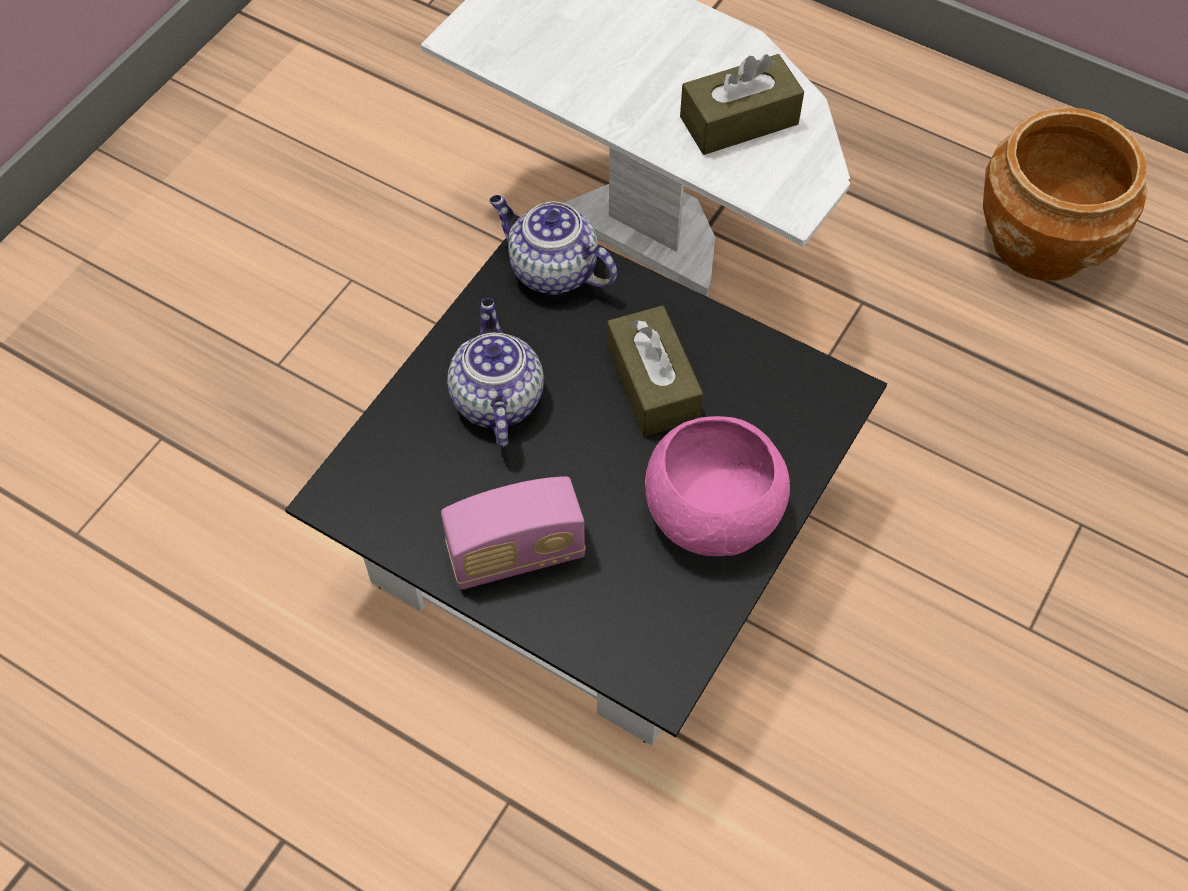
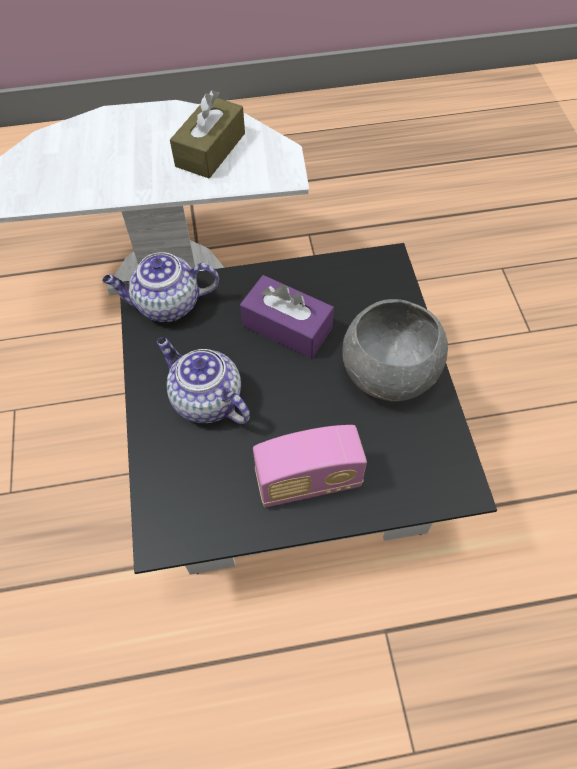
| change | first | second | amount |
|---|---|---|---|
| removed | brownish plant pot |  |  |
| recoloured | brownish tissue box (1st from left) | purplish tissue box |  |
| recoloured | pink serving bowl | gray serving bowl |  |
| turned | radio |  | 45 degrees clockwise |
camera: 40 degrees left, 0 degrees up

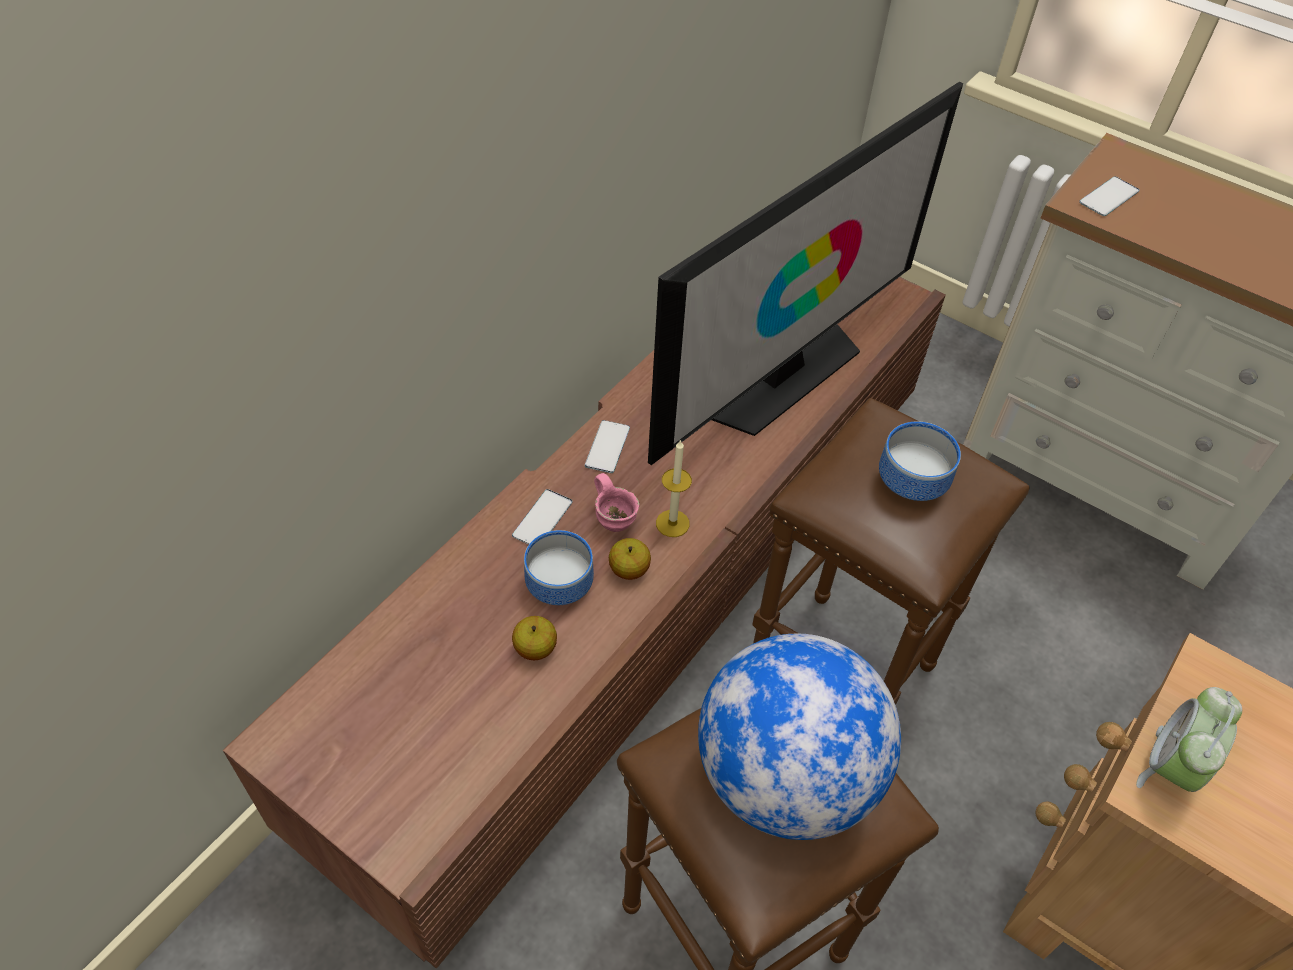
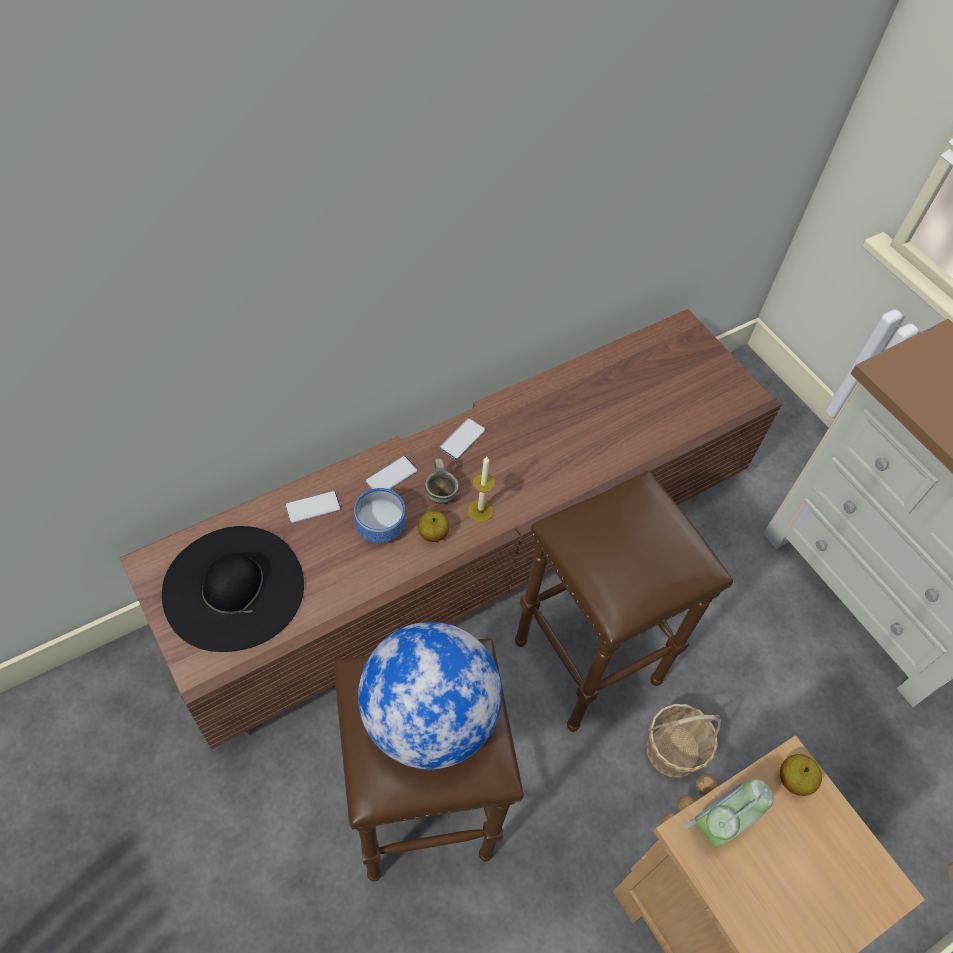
| change | first | second | amount |
|---|---|---|---|
| removed | television |  |  |
| moved | phone (3rd from left in the first image) | phone (1st from left) |  |
| removed | serving bowl (2nd from left) |  |  |
| recoloured | pink tea mug | gray tea mug |  |
| moved | whole apple (1st from left in the first image) | whole apple (2nd from left) |  |
| added |  | blackish clothing hat |  |
| added |  | household basket |  |
camera: 20 degrees right, 5 degrees up

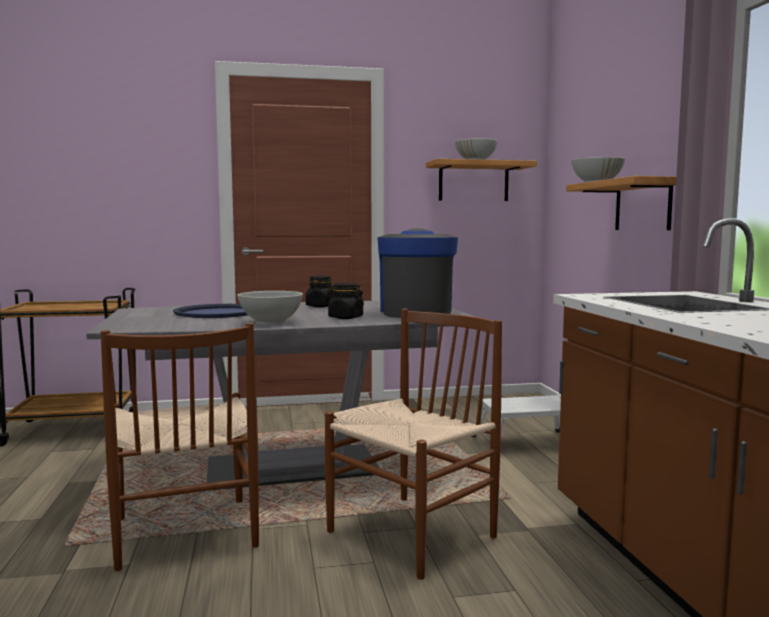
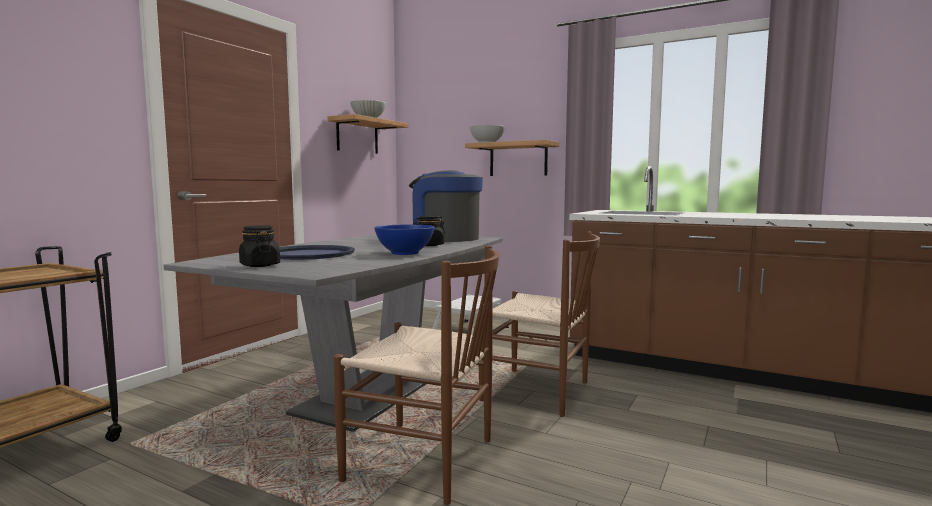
| change | first | second | amount |
|---|---|---|---|
| moved | blackish jar (1st from left) |  |  |
| recoloured | white serving bowl (1st from left) | blue serving bowl |  |
| turned | brownish plain chair (2nd from left) |  | 120 degrees clockwise |
camera: 50 degrees left, 0 degrees up

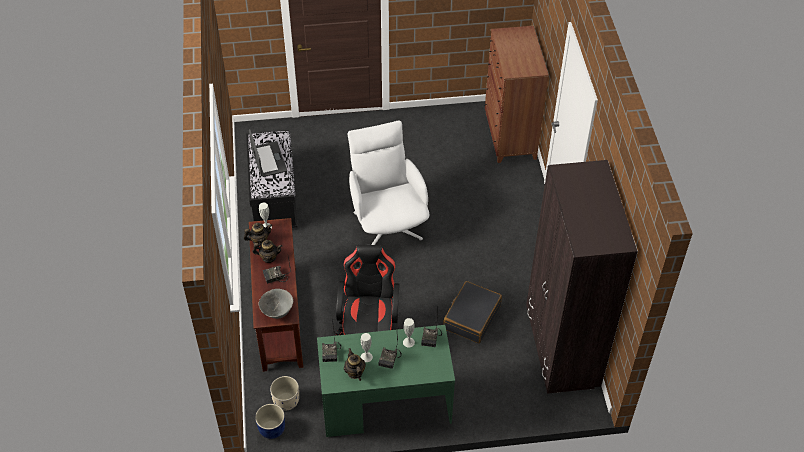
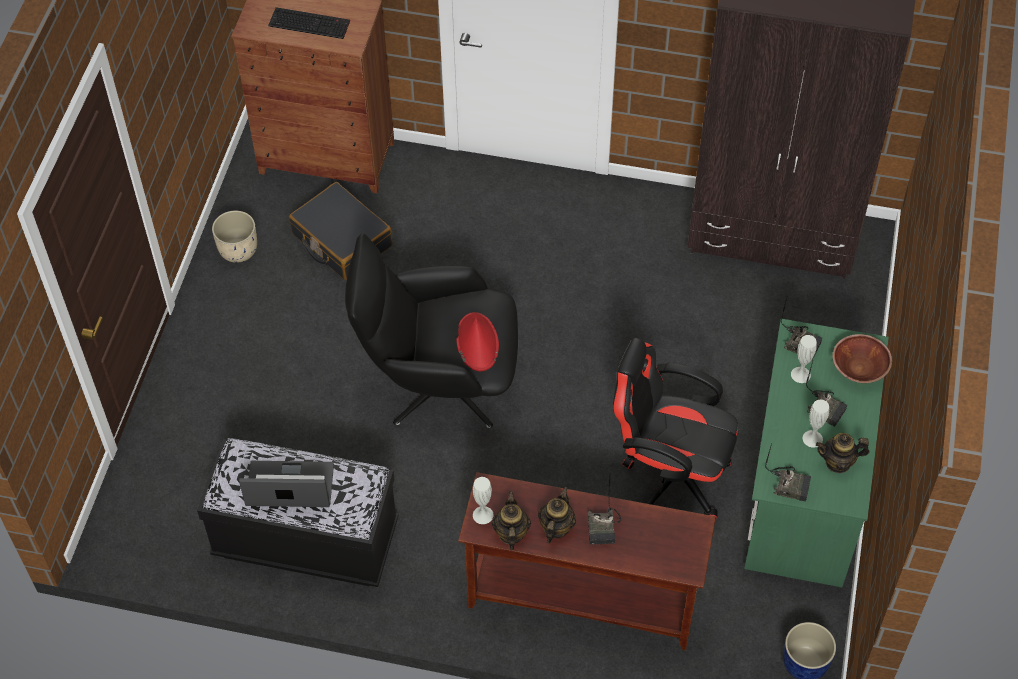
| change | first | second | amount |
|---|---|---|---|
| recoloured | white armchair | blackish armchair |  |
| moved | blackish travel case |  |  |
| removed | gray serving bowl |  |  |
| moved | beige-coloured plant pot |  |  |
| added |  | computer keyboard |  |
| added |  | red-coloured clothing hat |  |
| added |  | brownish serving bowl |  |
camera: 70 degrees left, 5 degrees up

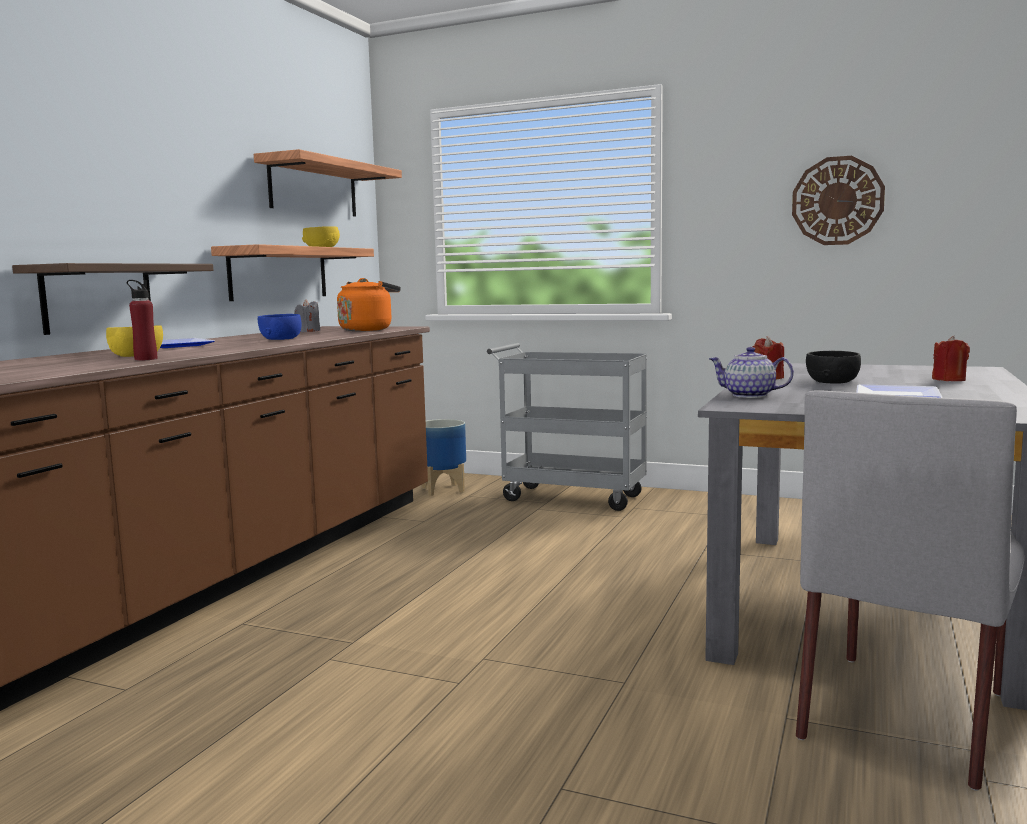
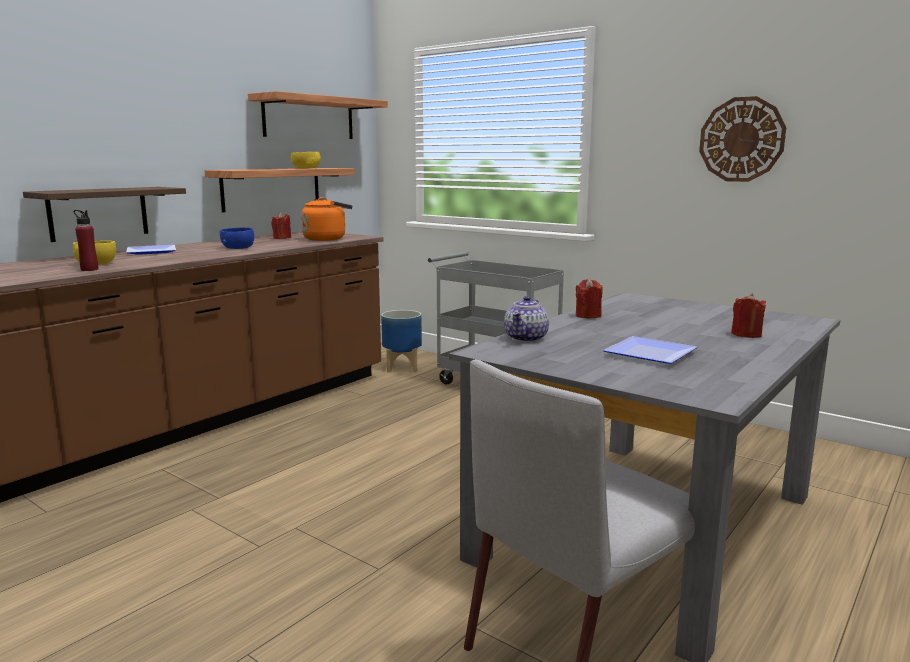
| change | first | second | amount |
|---|---|---|---|
| recoloured | gray candle | red-coloured candle (1st from left) |  |
| turned | teapot |  | 105 degrees counterclockwise |
| removed | blackish serving bowl |  |  |
camera: 15 degrees right, 5 degrees up

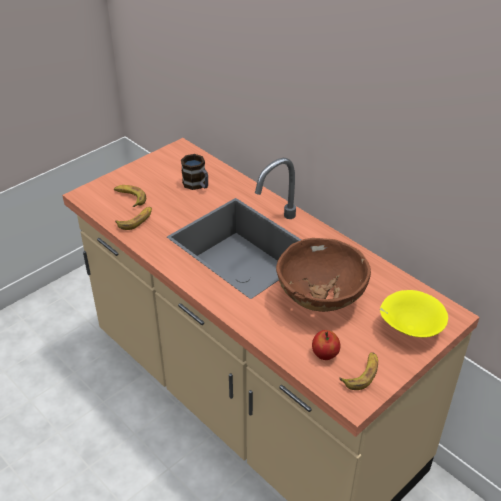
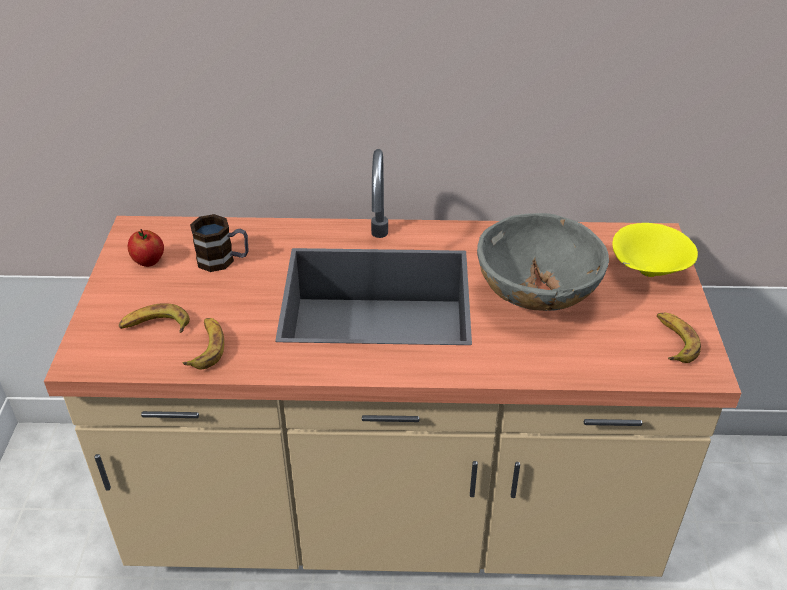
| change | first | second | amount |
|---|---|---|---|
| recoloured | brownish serving bowl | gray serving bowl |  |
| moved | whole apple |  |  |
camera: 45 degrees left, 0 degrees up

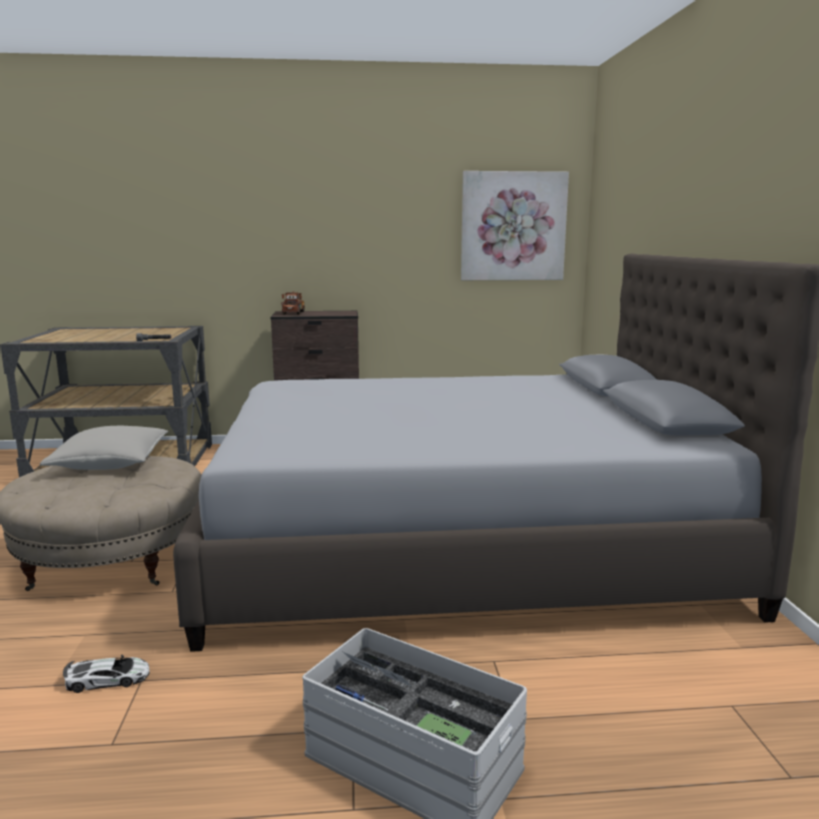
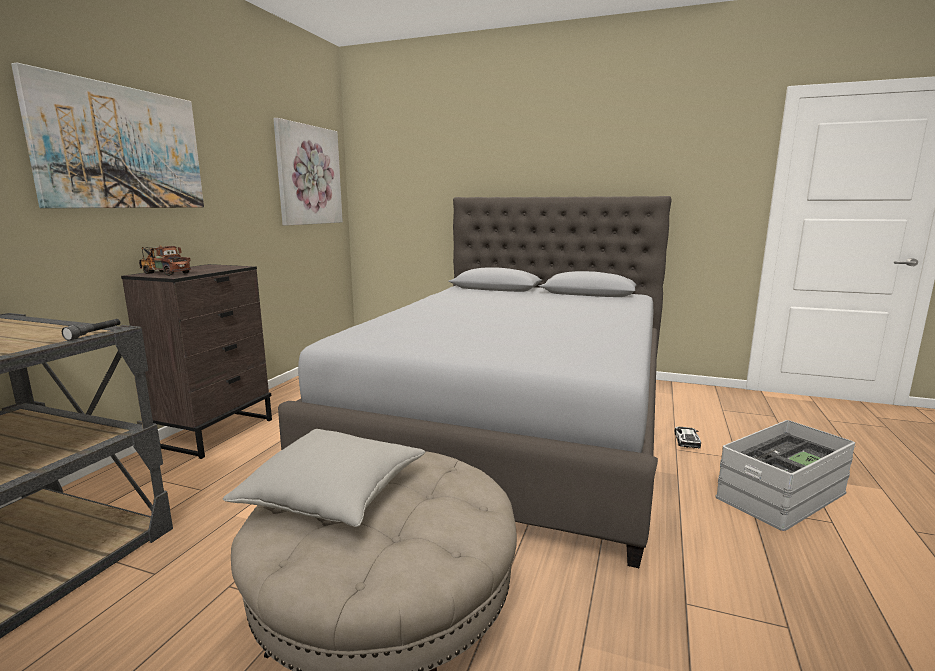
| change | first | second | amount |
|---|---|---|---|
| moved | miniature car |  |  |
| added |  | wall art (1st from left) |  |
camera: 65 degrees left, 0 degrees up

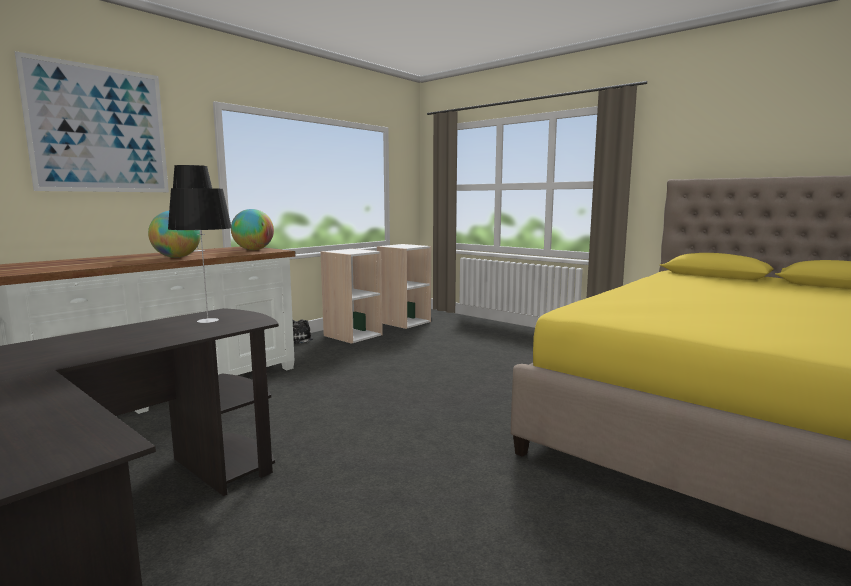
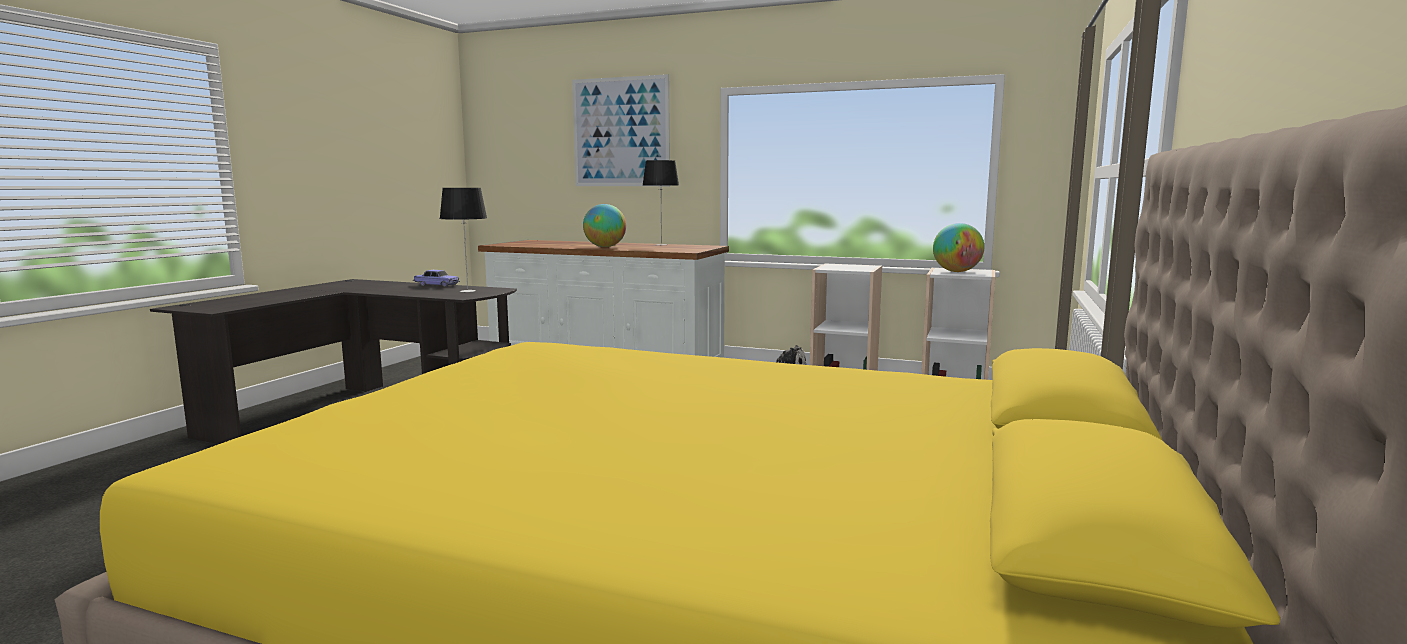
| change | first | second | amount |
|---|---|---|---|
| moved | desk globe (2nd from left) |  |  |
| added |  | miniature car |  |
camera: 70 degrees right, 0 degrees up

